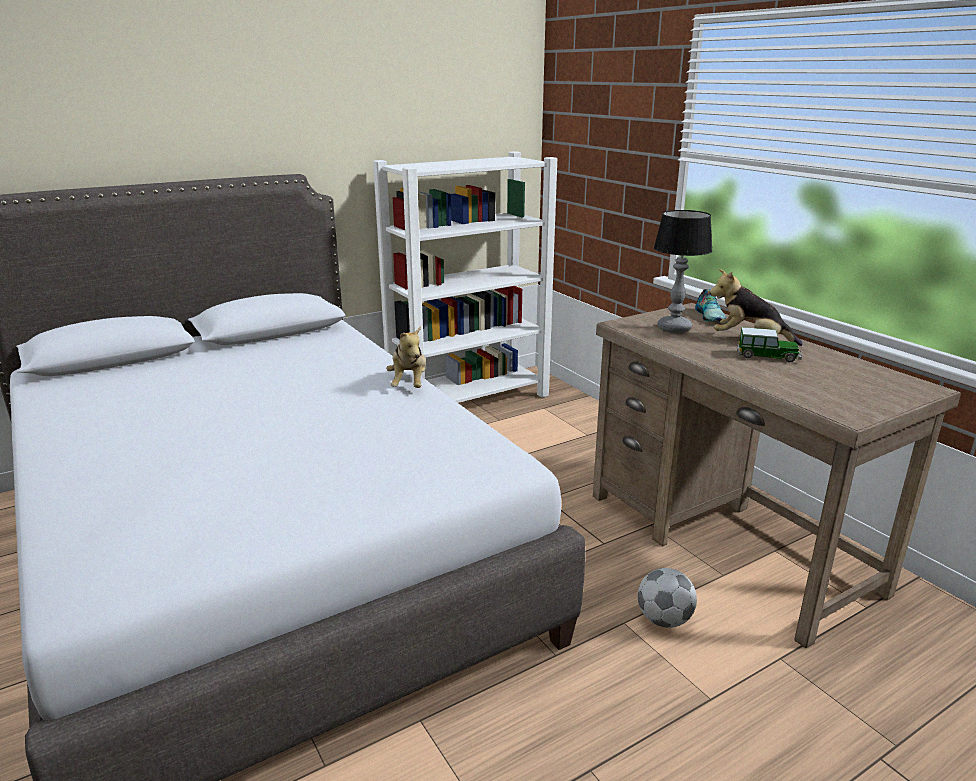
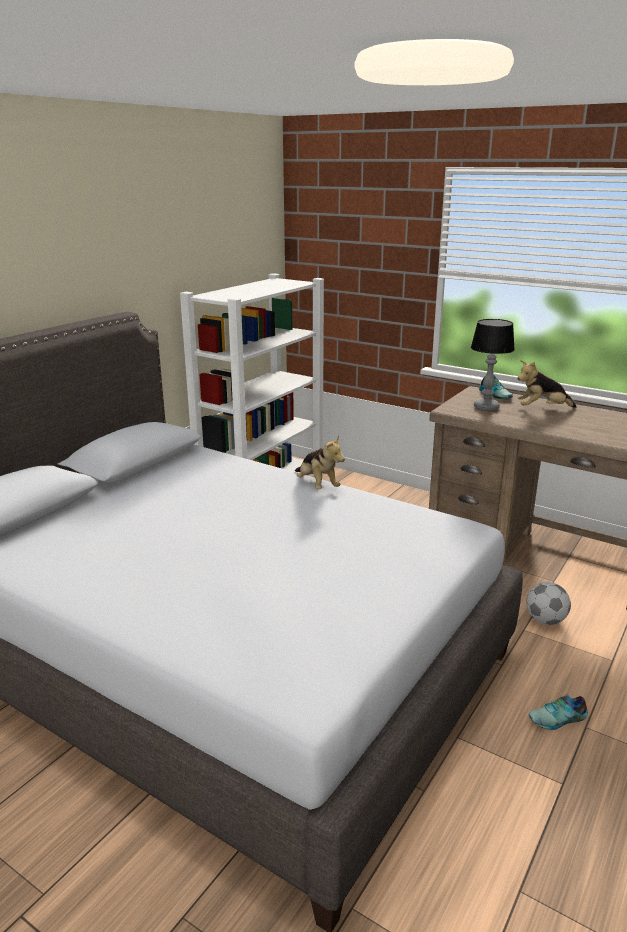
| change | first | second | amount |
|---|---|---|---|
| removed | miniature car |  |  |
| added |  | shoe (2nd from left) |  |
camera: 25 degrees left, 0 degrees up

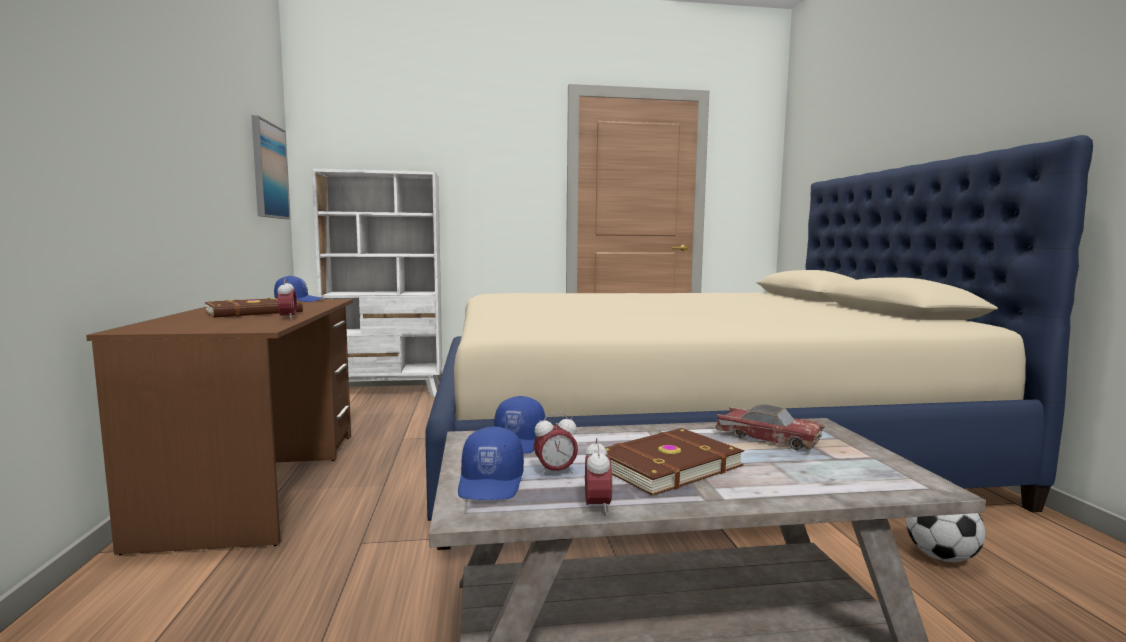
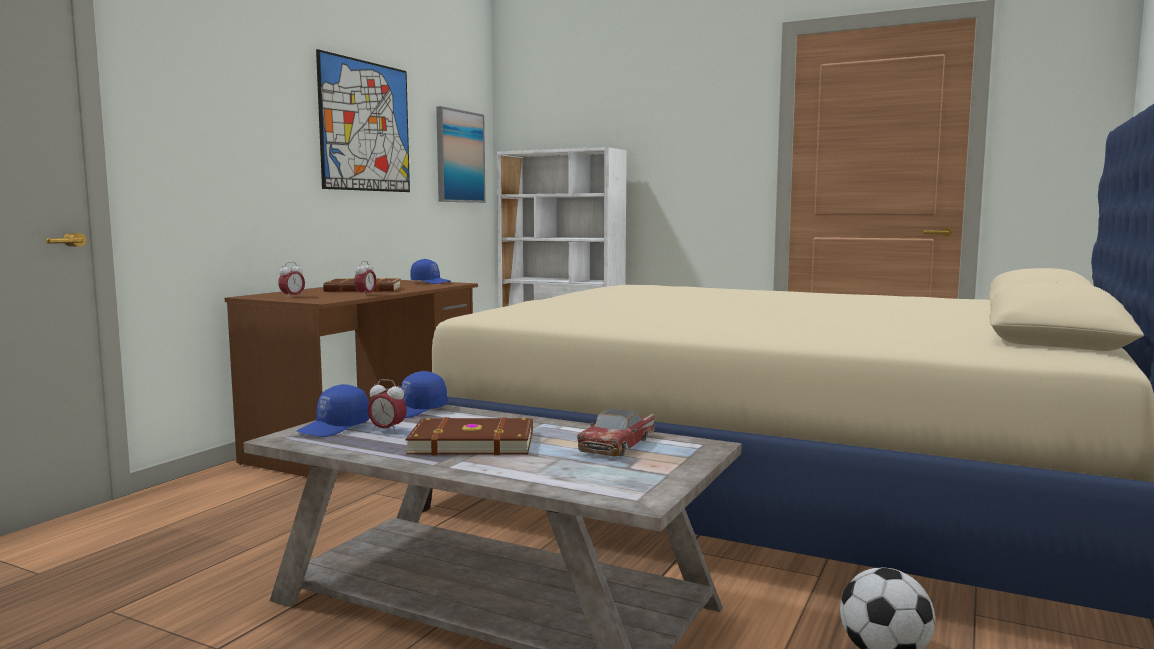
| change | first | second | amount |
|---|---|---|---|
| turned | miniature car |  | 45 degrees clockwise |
| moved | bedside clock (3rd from left in the first image) | bedside clock (1st from left) |  |
| added |  | wall art (1st from left) |  |
camera: 35 degrees right, 0 degrees up

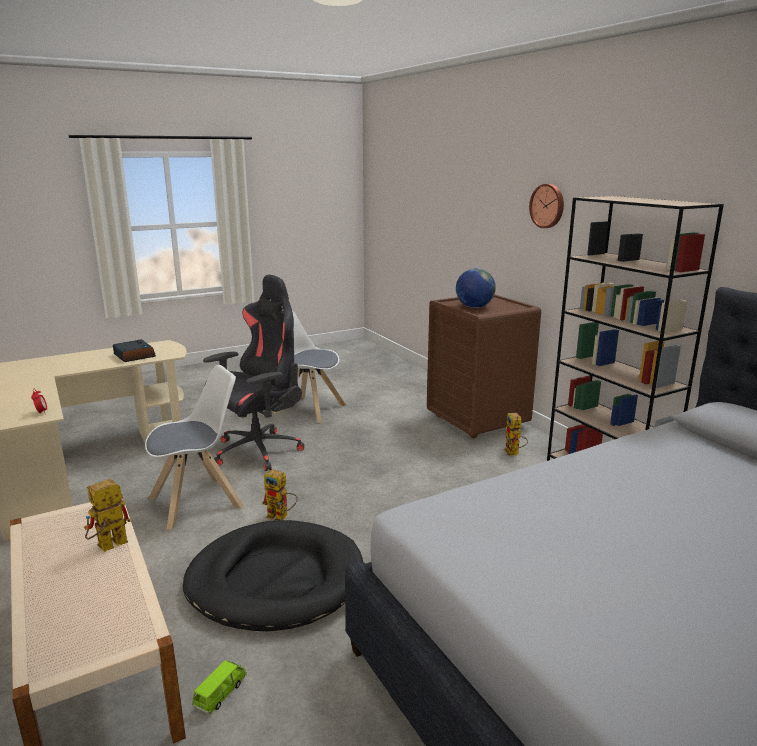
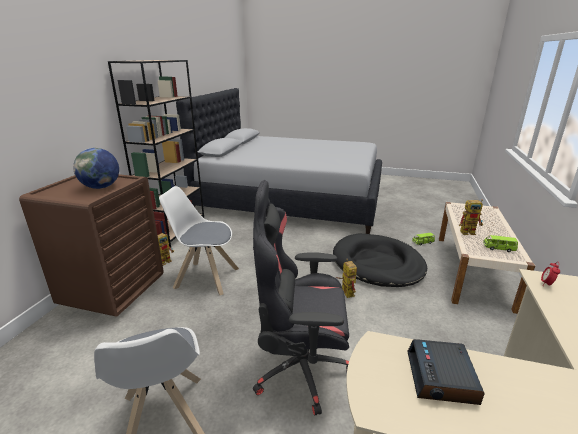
| change | first | second | amount |
|---|---|---|---|
| removed | clock on the wall |  |  |
| moved | plain chair (1st from left in the first image) | plain chair (2nd from left) |  |
| added |  | green-coloured miniature car (2nd from left) |  |
camera: 135 degrees left, 5 degrees up

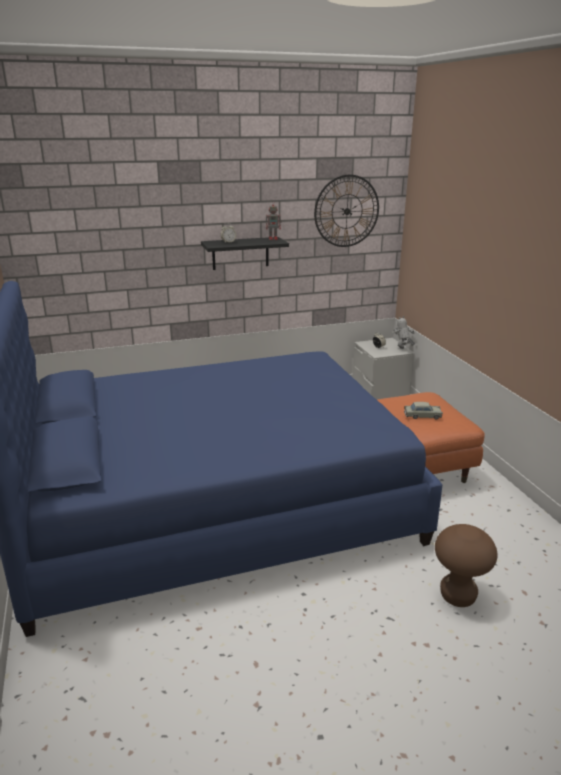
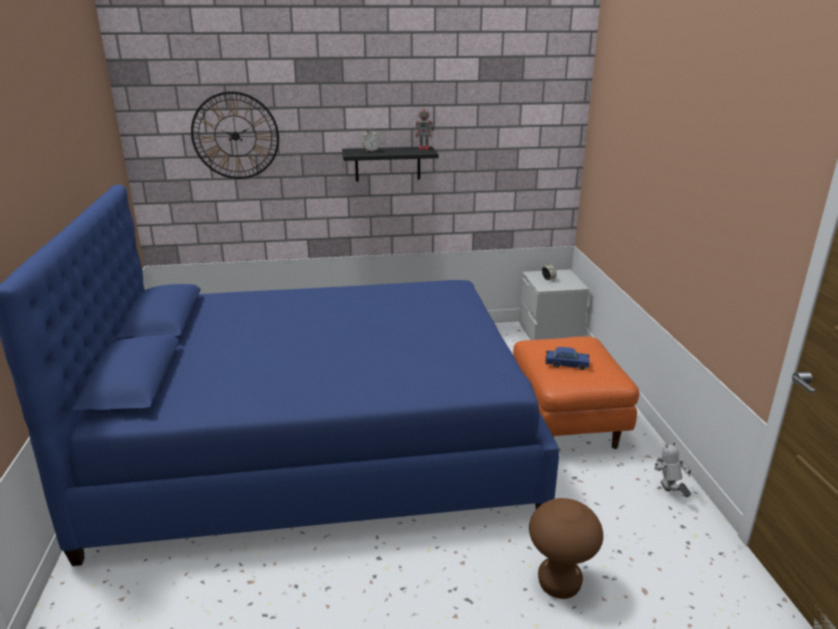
| change | first | second | amount |
|---|---|---|---|
| moved | clock on the wall |  |  |
| moved | model robot (2nd from left) |  |  |
| recoloured | beige-coloured miniature car | blue miniature car |  |
camera: 10 degrees right, 0 degrees up

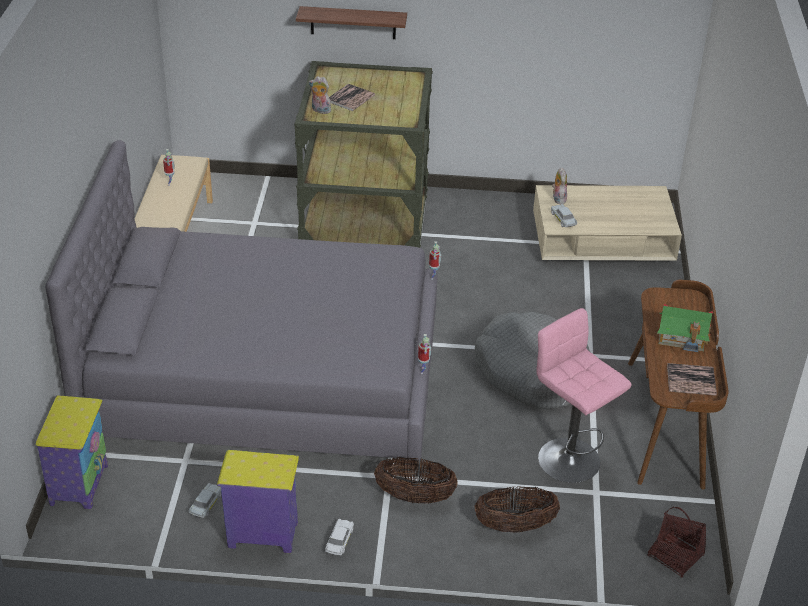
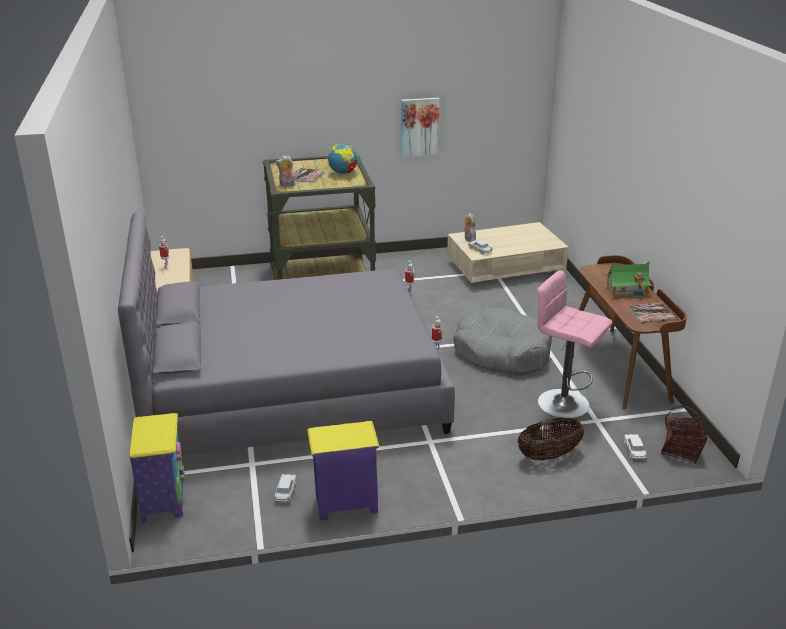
| change | first | second | amount |
|---|---|---|---|
| removed | wall shelf |  |  |
| removed | household basket (1st from left) |  |  |
| moved | white miniature car (2nd from left in the first image) | white miniature car (3rd from left) |  |
| added |  | wall art |  |
| added |  | desk globe |  |
camera: 15 degrees left, 10 degrees down

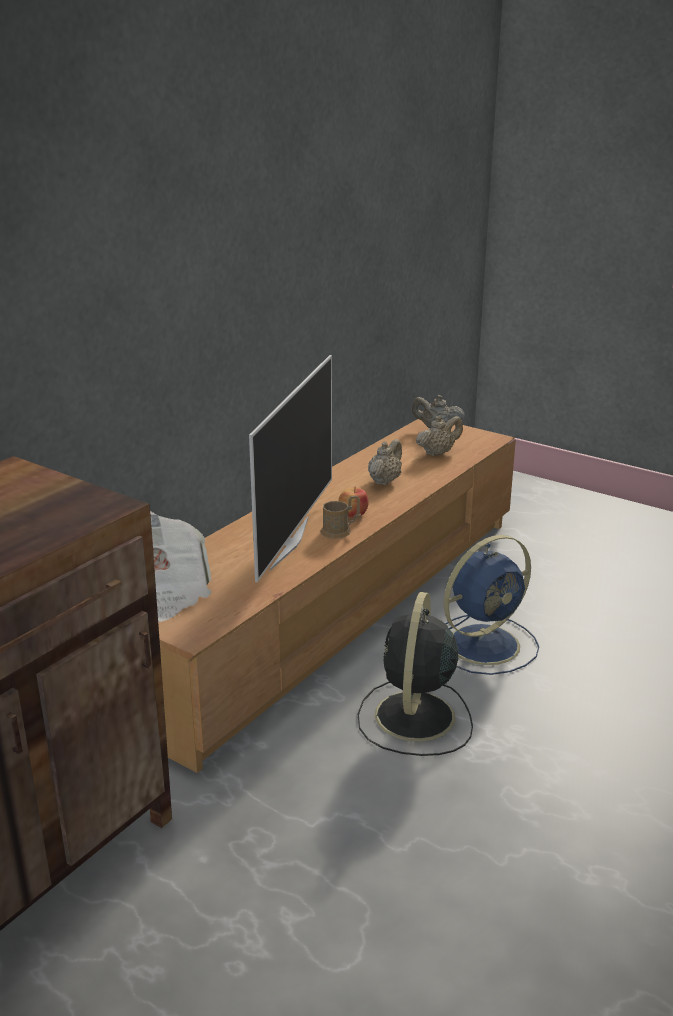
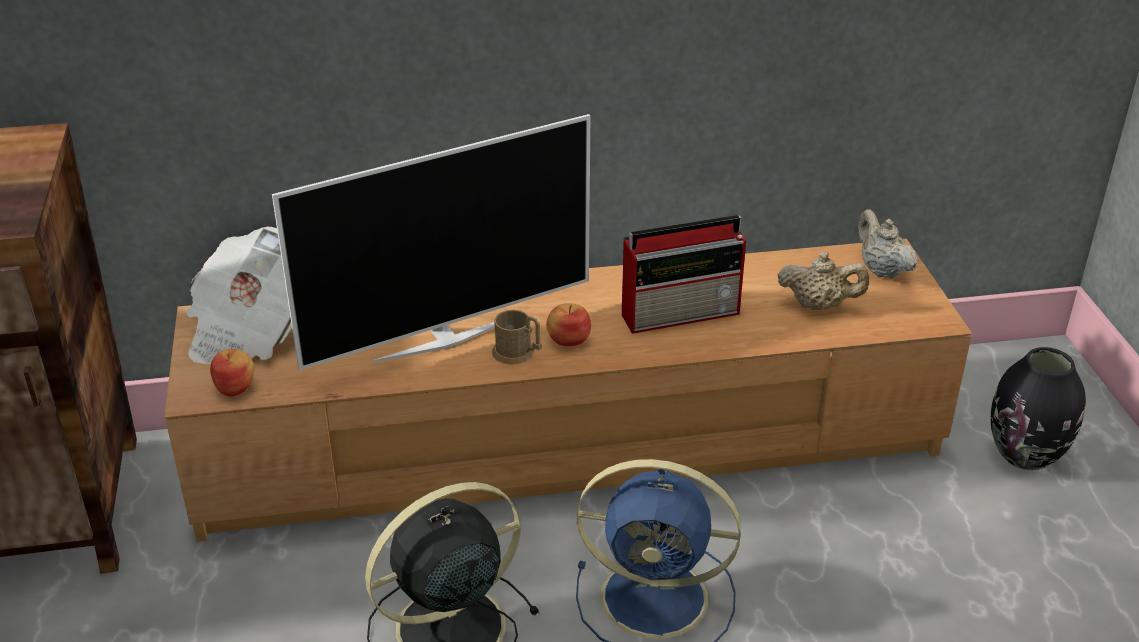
| change | first | second | amount |
|---|---|---|---|
| replaced | beige-coloured teapot (1st from left) | radio |  |
| added |  | blackish flower vase |  |
| added |  | whole apple (1st from left) |  |
camera: 45 degrees right, 10 degrees up

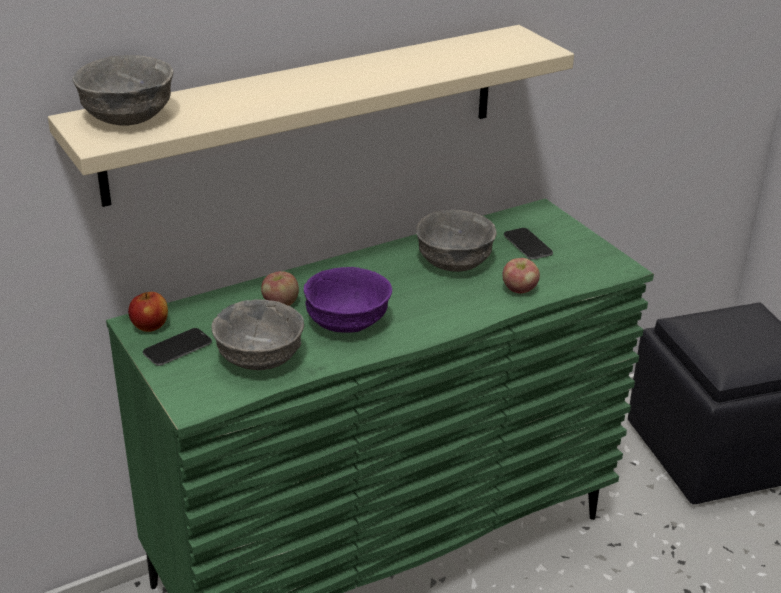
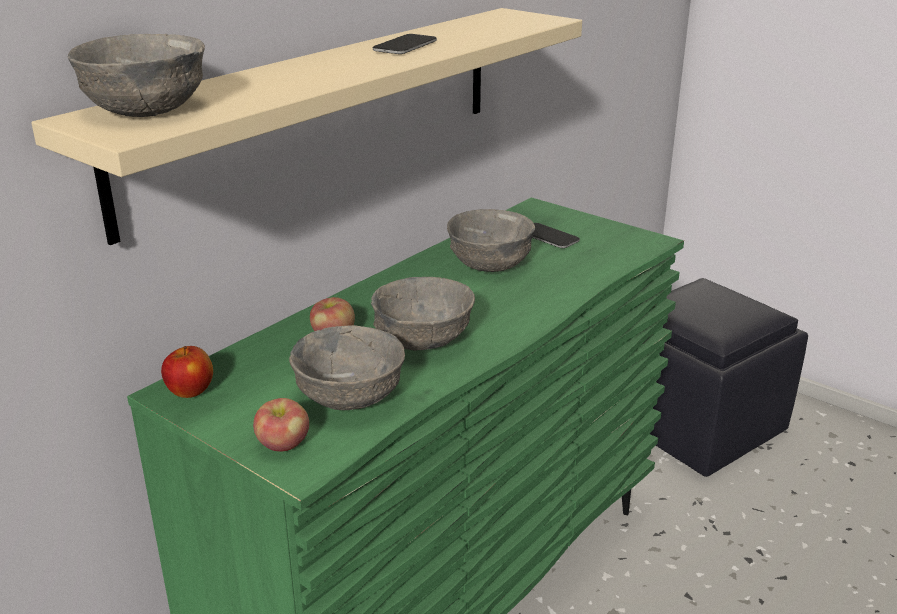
| change | first | second | amount |
|---|---|---|---|
| moved | whole apple (3rd from left in the first image) | whole apple (2nd from left) |  |
| recoloured | purplish serving bowl | gray serving bowl (3rd from left) |  |
| moved | phone (1st from left) |  |  |
camera: 20 degrees left, 5 degrees down

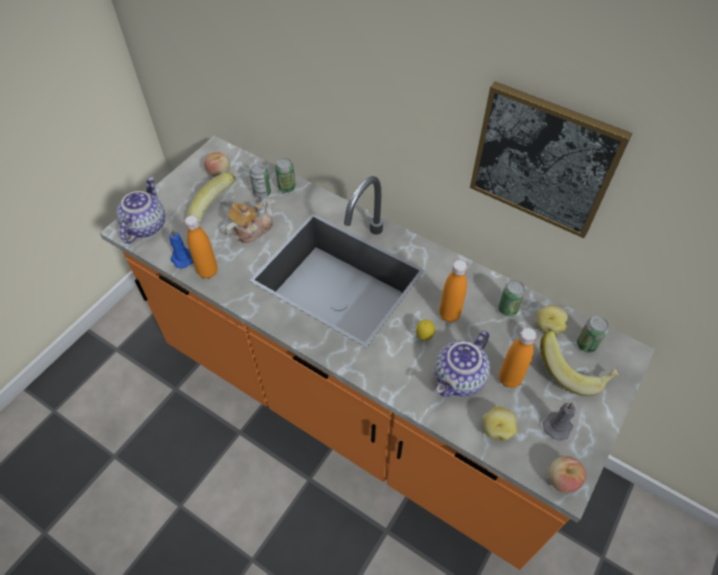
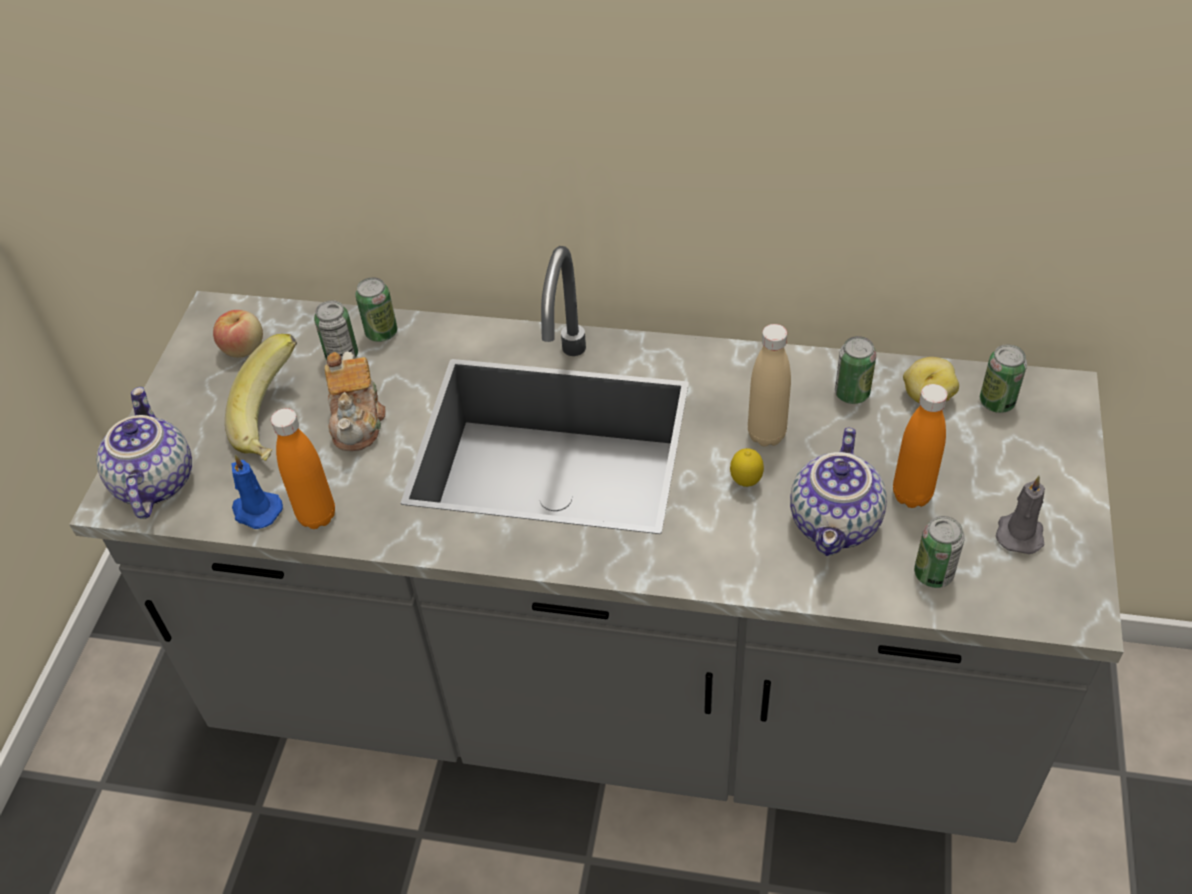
| change | first | second | amount |
|---|---|---|---|
| removed | wall art |  |  |
| recoloured | orange kitchen base unit | gray kitchen base unit |  |
| turned | teapot (2nd from left) |  | 150 degrees clockwise |
| recoloured | orange bottle (2nd from left) | beige-coloured bottle |  |
| removed | whole banana (2nd from left) |  |  |
| replaced | spud (1st from left) | metal can (4th from left) |  |
| removed | whole apple (2nd from left) |  |  |
camera: 20 degrees left, 5 degrees down

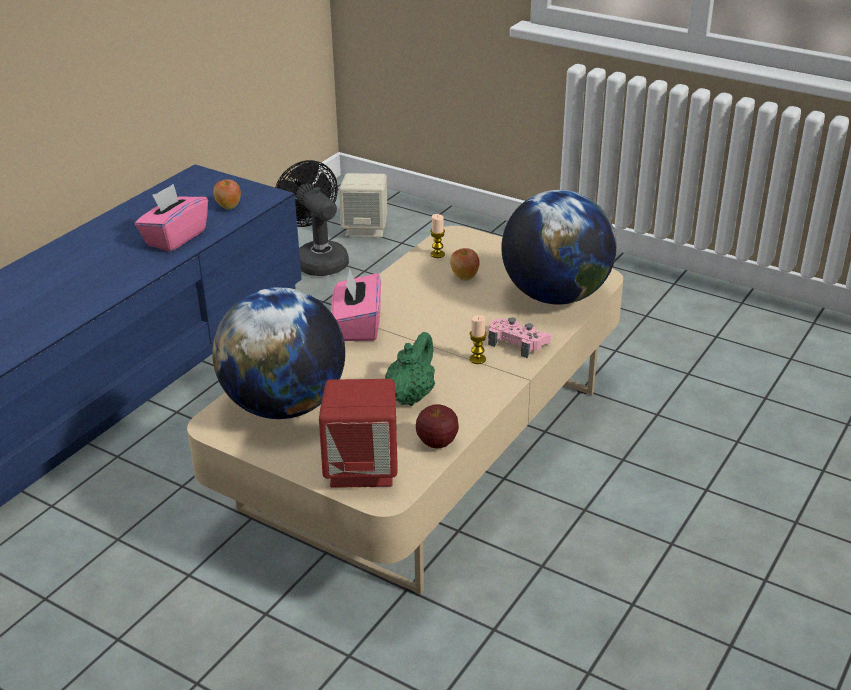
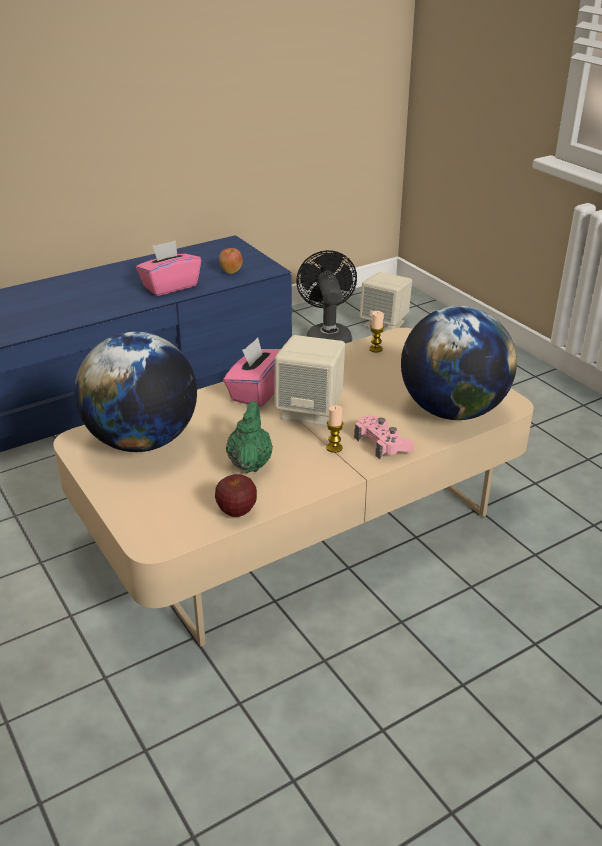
| change | first | second | amount |
|---|---|---|---|
| removed | whole apple (3rd from left) |  |  |
| turned | green-coloured teapot |  | 45 degrees counterclockwise |
| removed | red-coloured loudspeaker |  |  |
| added |  | beige-coloured loudspeaker (1st from left) |  |
camera: 25 degrees right, 0 degrees up

